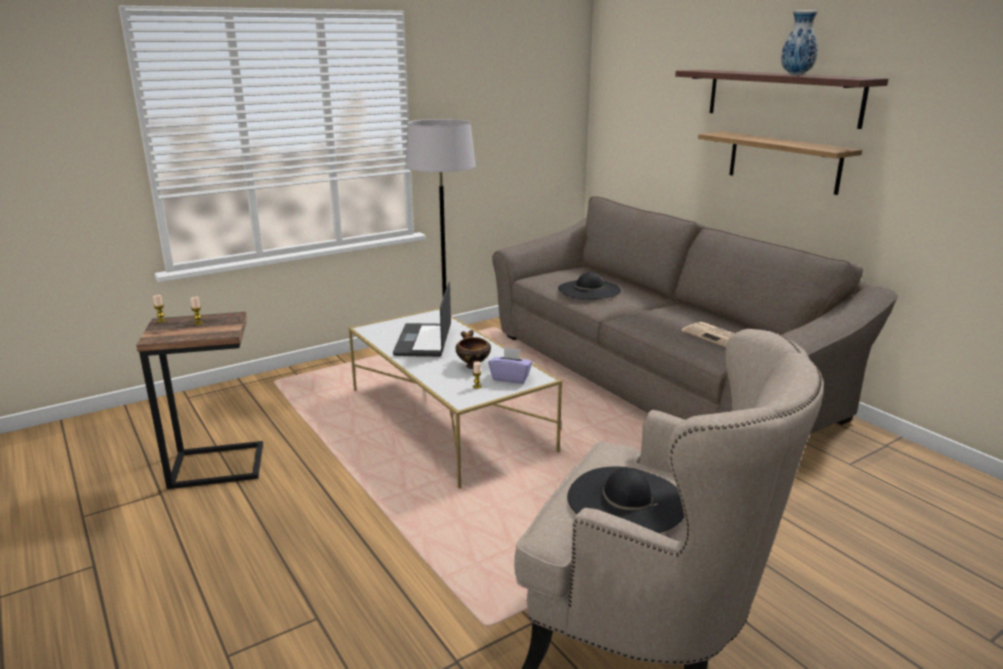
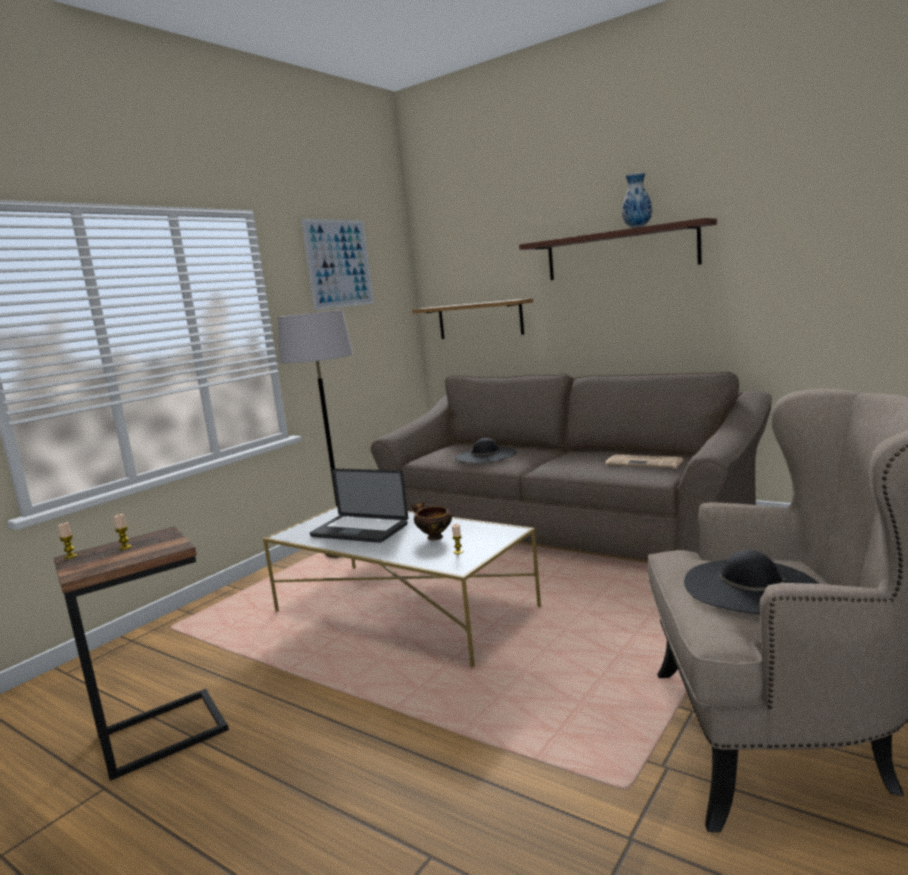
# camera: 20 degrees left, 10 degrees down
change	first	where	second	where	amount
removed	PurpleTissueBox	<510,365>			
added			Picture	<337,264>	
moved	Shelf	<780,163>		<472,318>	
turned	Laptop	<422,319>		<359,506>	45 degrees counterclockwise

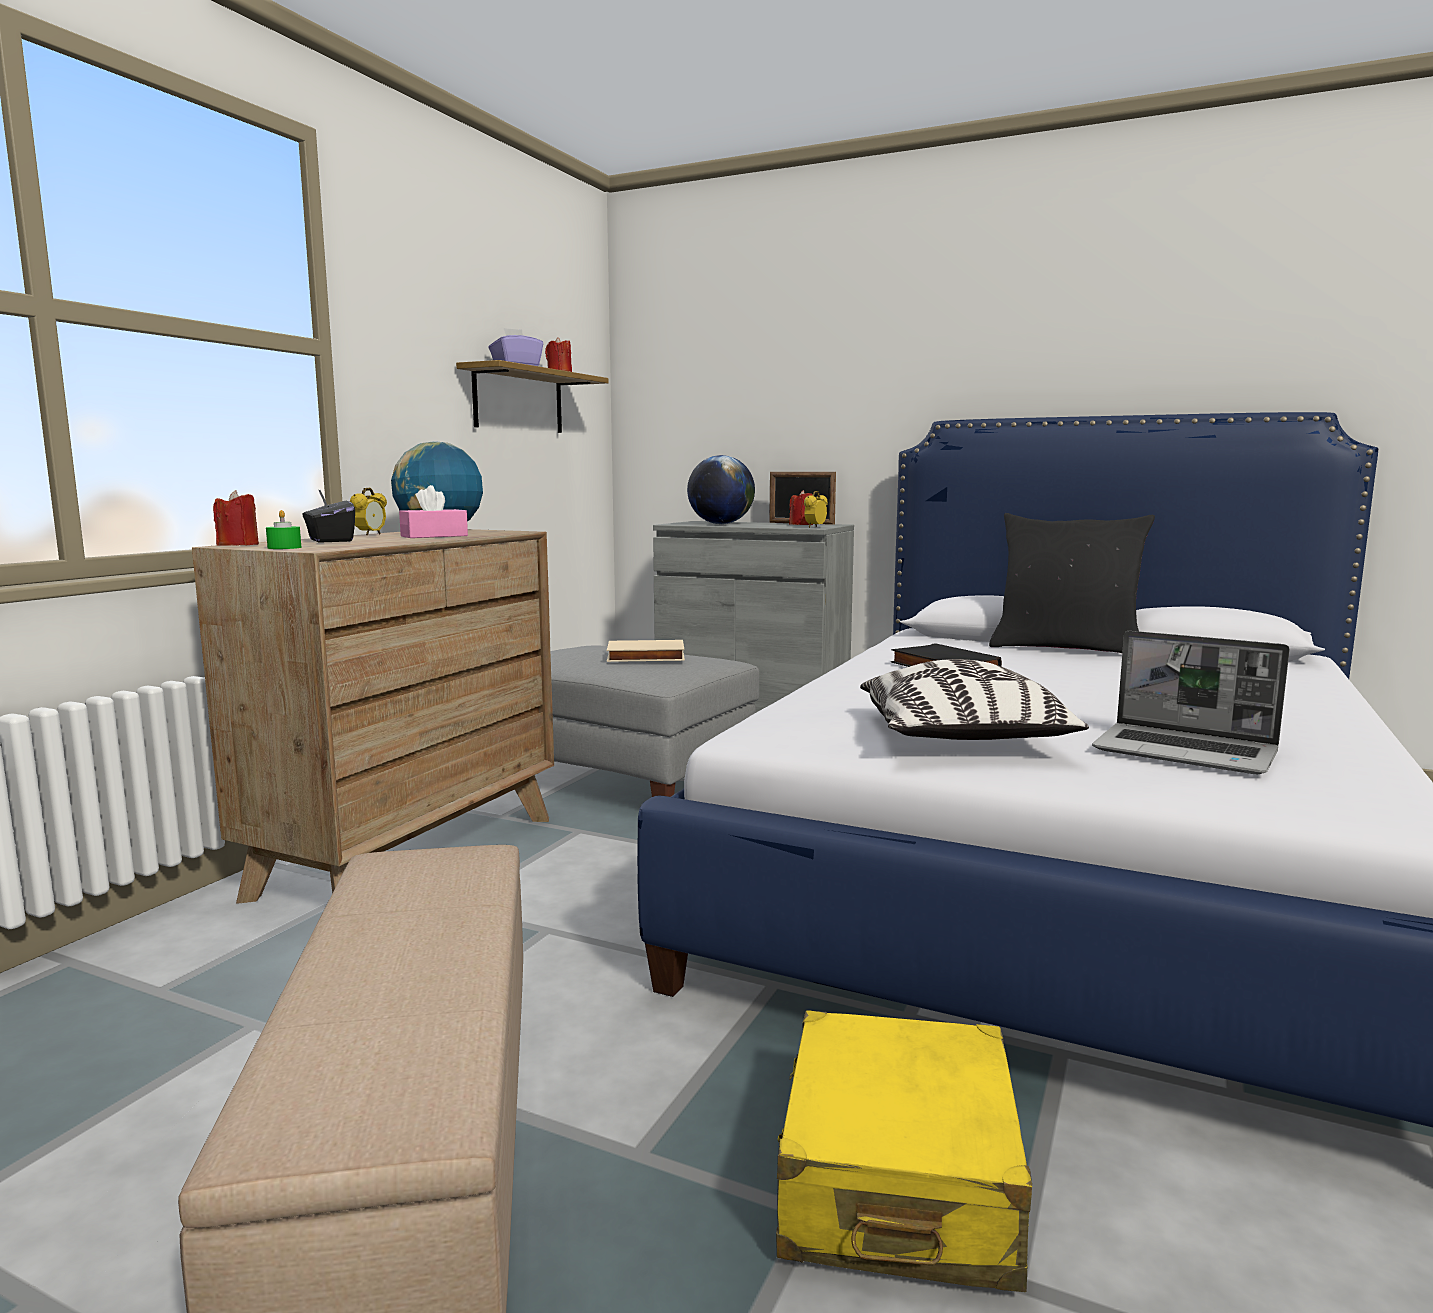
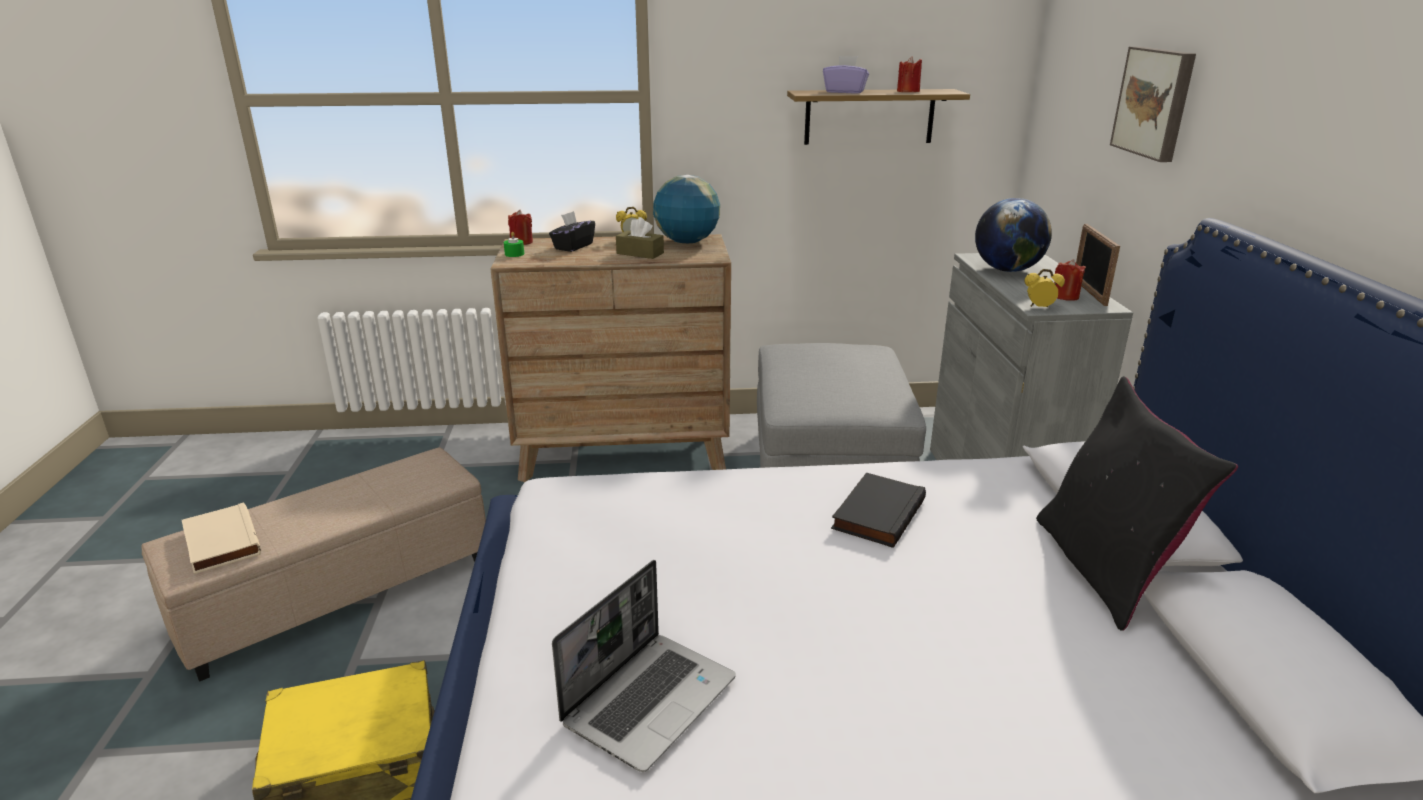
# camera: 60 degrees right, 15 degrees up
change	first	where	second	where	amount
removed	Pillow	<974,699>			
added			Picture	<1153,104>	
moved	BeigeBook	<646,651>		<221,538>	
recoloured	PinkTissueBox	<433,511>	BrownTissueBox	<640,238>	
turned	Laptop	<1191,702>		<644,666>	150 degrees counterclockwise

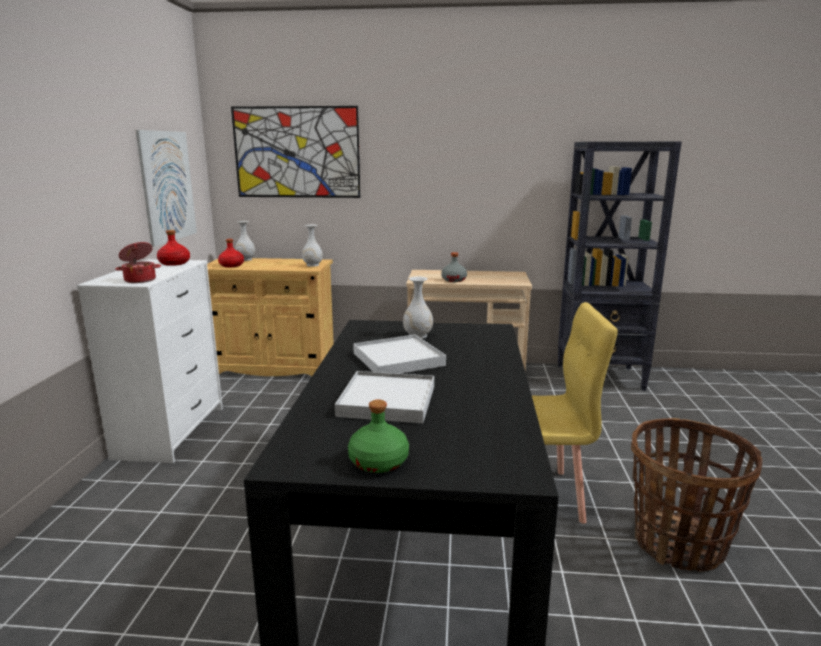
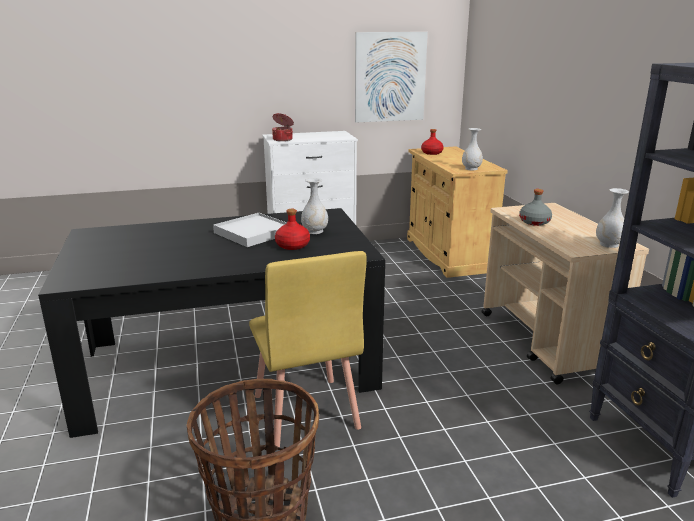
# camera: 70 degrees right, 5 degrees up
change	first	where	second	where	amount
removed	Picture	<295,152>			
removed	WhiteTray	<384,397>			
removed	GreenBottle	<378,436>			
moved	RedBottle	<173,248>		<292,229>	
moved	WhiteVase	<245,241>		<612,218>	

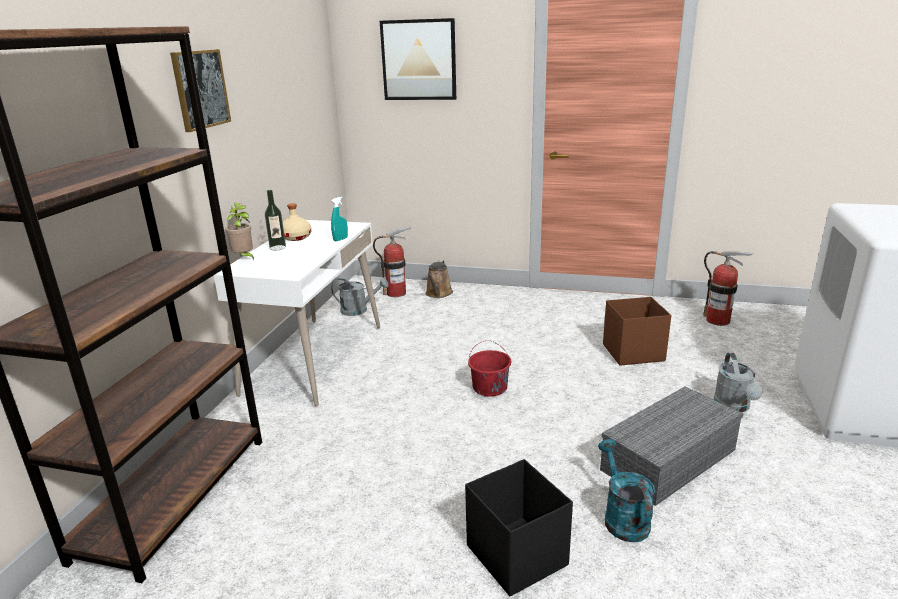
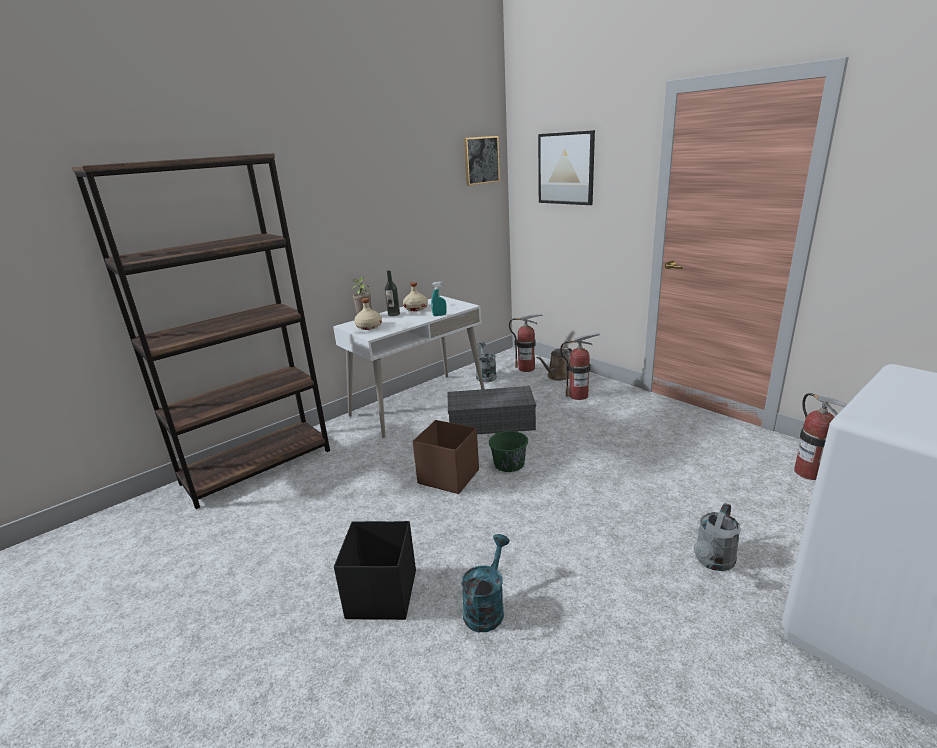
# camera: 35 degrees right, 0 degrees up
change	first	where	second	where	amount
added			BeigeBottle	<368,314>	
added			FireExtinguisher	<580,366>	
moved	Picture	<200,90>		<482,161>	
moved	GreyStorageBox	<671,446>		<492,410>	
moved	BrownStorageBox	<637,331>		<446,457>	
recoloured	RedBucket	<490,368>	GreenBucket	<508,447>	
turned	GreyWateringCan	<360,297>		<486,362>	135 degrees counterclockwise

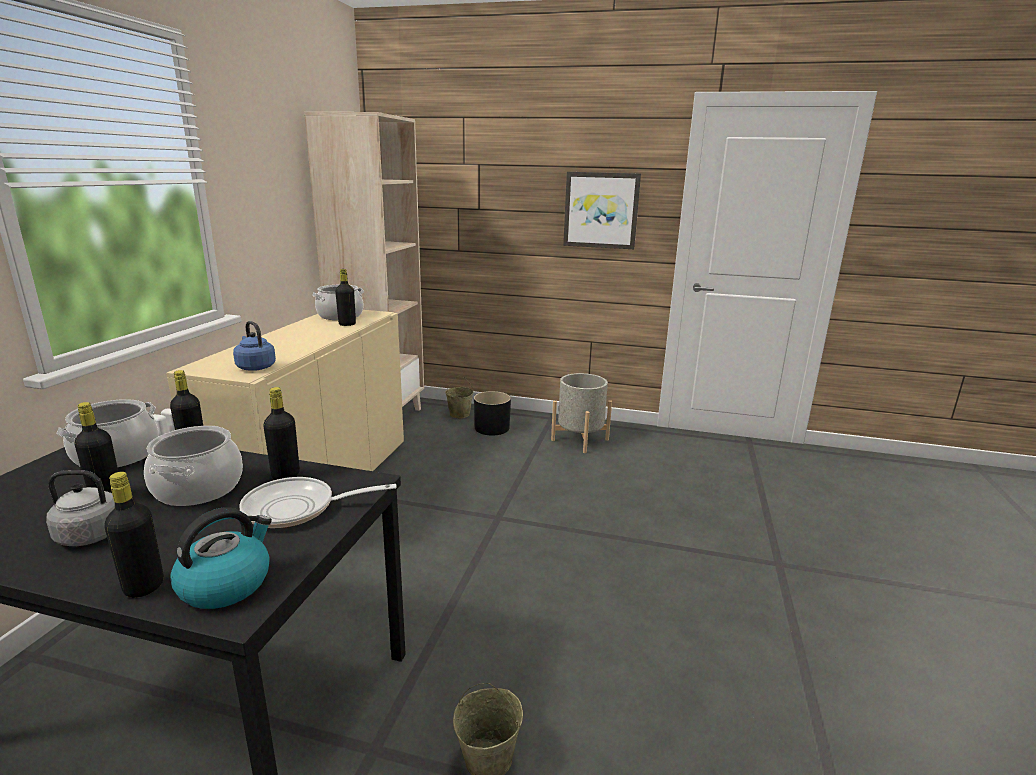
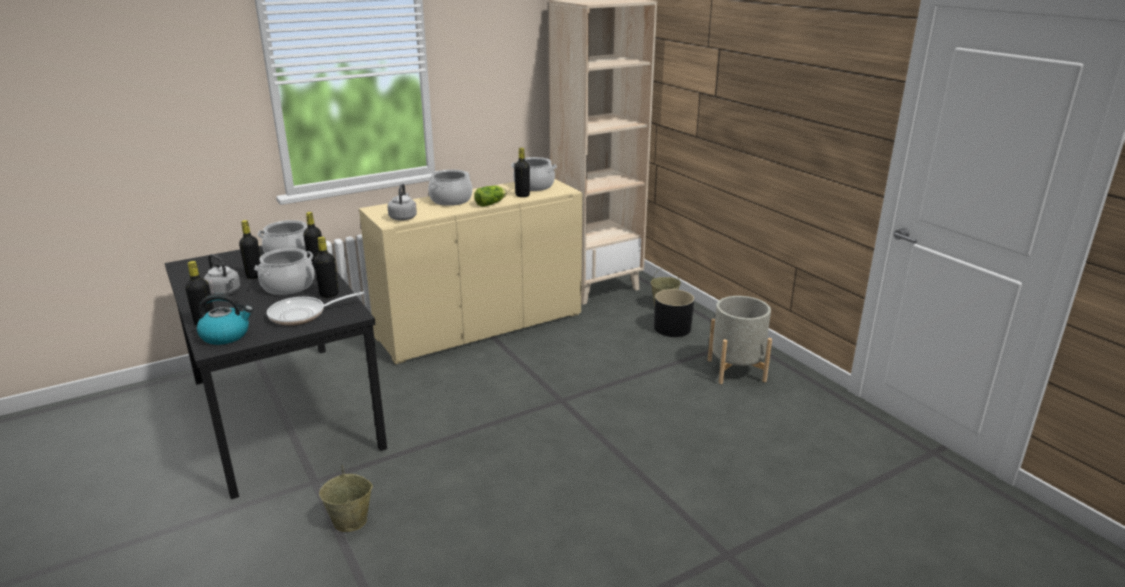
# camera: 45 degrees right, 5 degrees up
change	first	where	second	where	amount
removed	Picture	<602,210>			
added			CookingPot	<450,187>	
added			Lettuce	<490,196>	
recoloured	BlueKettle	<254,346>	GreyKettle	<402,202>	
turned	FryingPan	<317,502>		<315,308>	60 degrees counterclockwise

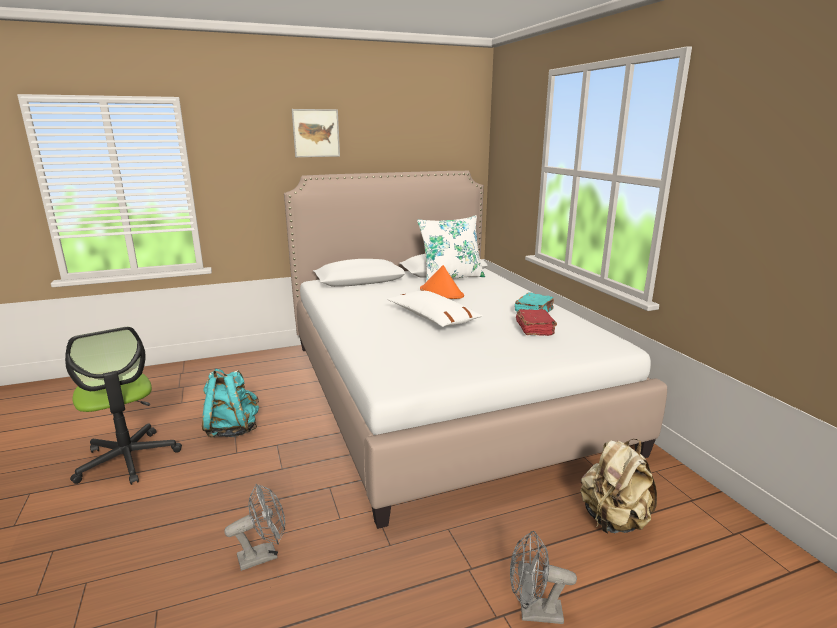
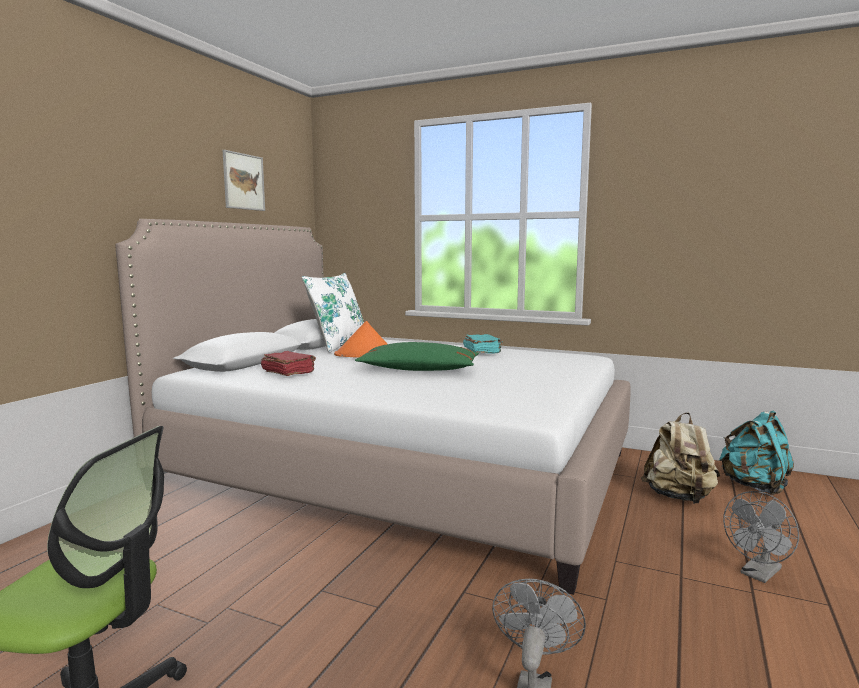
# camera: 45 degrees left, 10 degrees down
change	first	where	second	where	amount
moved	TurquoiseBackpack	<230,403>		<756,453>	
moved	Picture	<316,133>		<244,180>	
moved	RedBook	<536,322>		<288,363>	
recoloured	WhitePillow	<435,308>	GreenPillow	<417,356>	

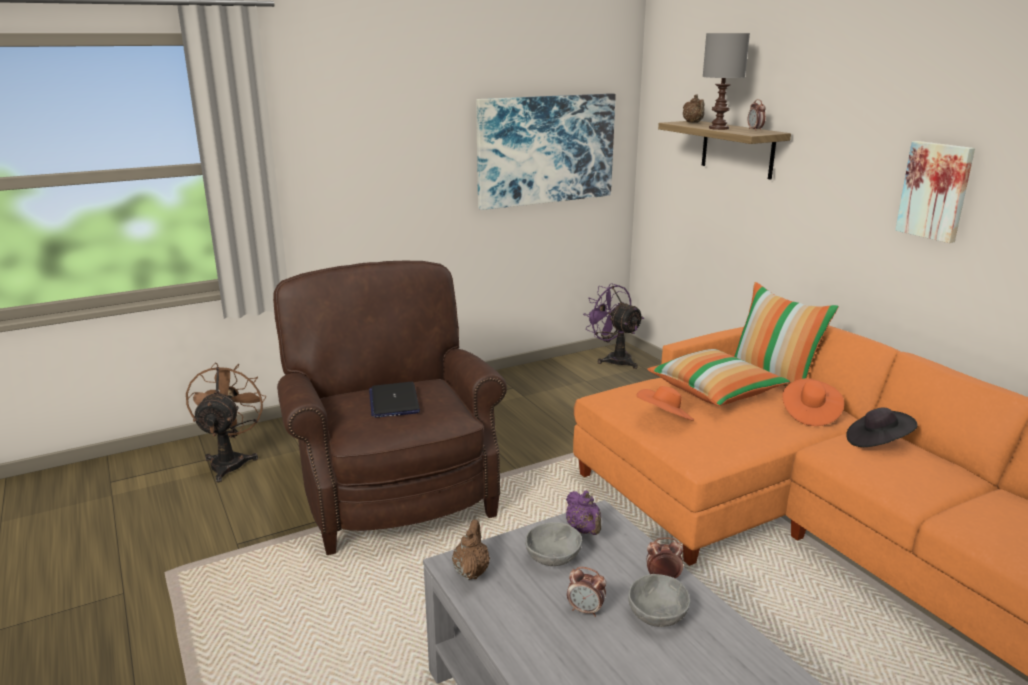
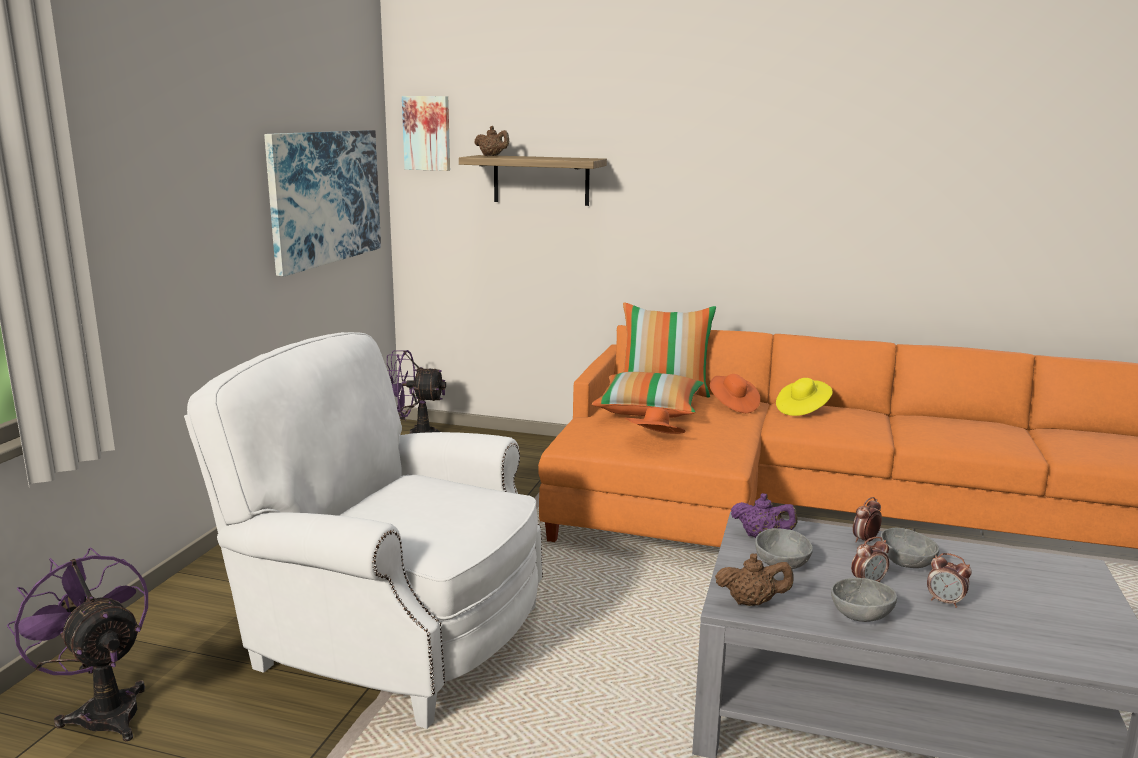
# camera: 45 degrees left, 5 degrees down
change	first	where	second	where	amount
removed	Laptop	<394,400>			
removed	GreyTableLamp	<726,81>			
added			GreyBowl	<864,599>	
moved	AlarmClock	<757,115>		<949,580>	
moved	Picture	<935,192>		<426,133>	
recoloured	BrownFan	<226,423>	PurpleFan	<77,644>	
recoloured	BrownArmchair	<390,408>	WhiteArmchair	<363,530>	
recoloured	BlackHat	<882,427>	YellowHat	<804,397>	
turned	BrownTeapot	<471,549>		<754,580>	135 degrees clockwise

